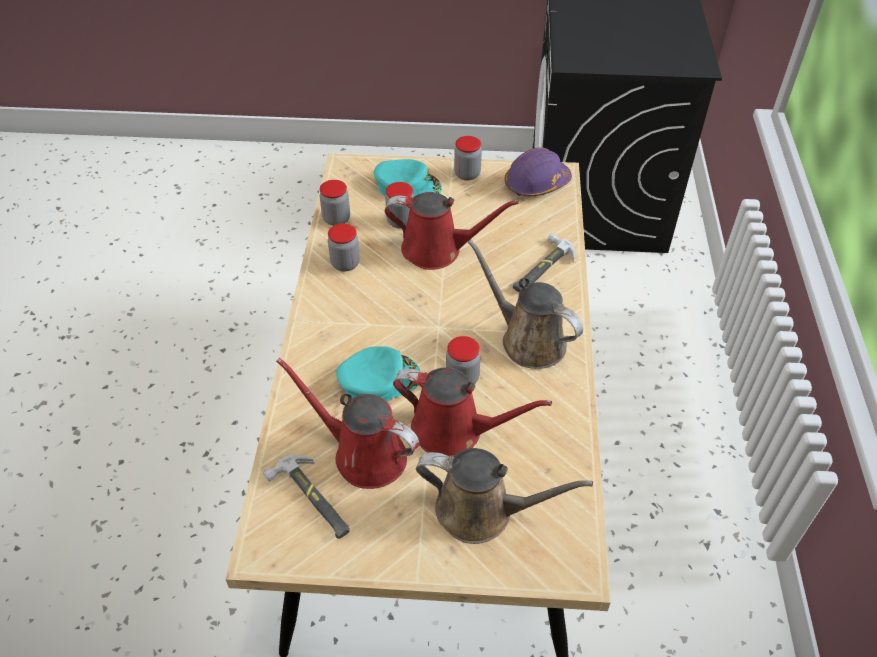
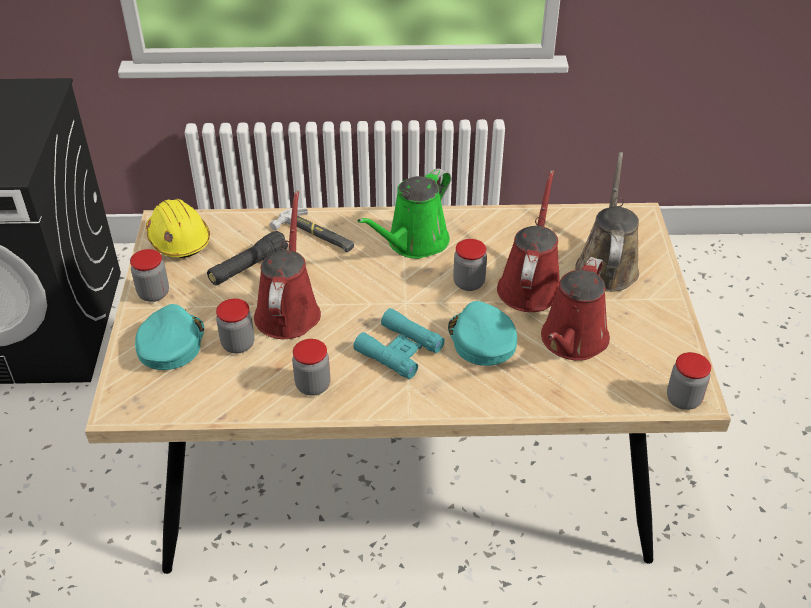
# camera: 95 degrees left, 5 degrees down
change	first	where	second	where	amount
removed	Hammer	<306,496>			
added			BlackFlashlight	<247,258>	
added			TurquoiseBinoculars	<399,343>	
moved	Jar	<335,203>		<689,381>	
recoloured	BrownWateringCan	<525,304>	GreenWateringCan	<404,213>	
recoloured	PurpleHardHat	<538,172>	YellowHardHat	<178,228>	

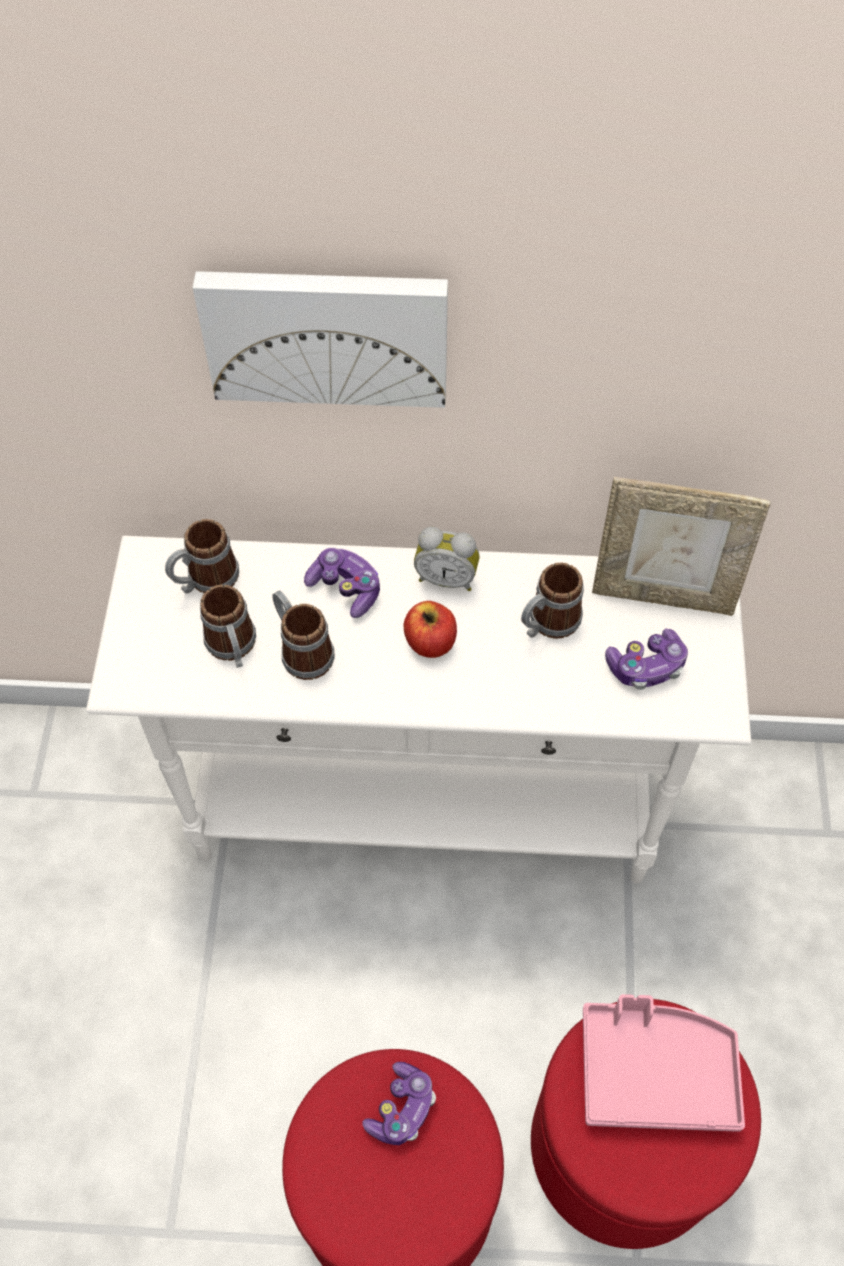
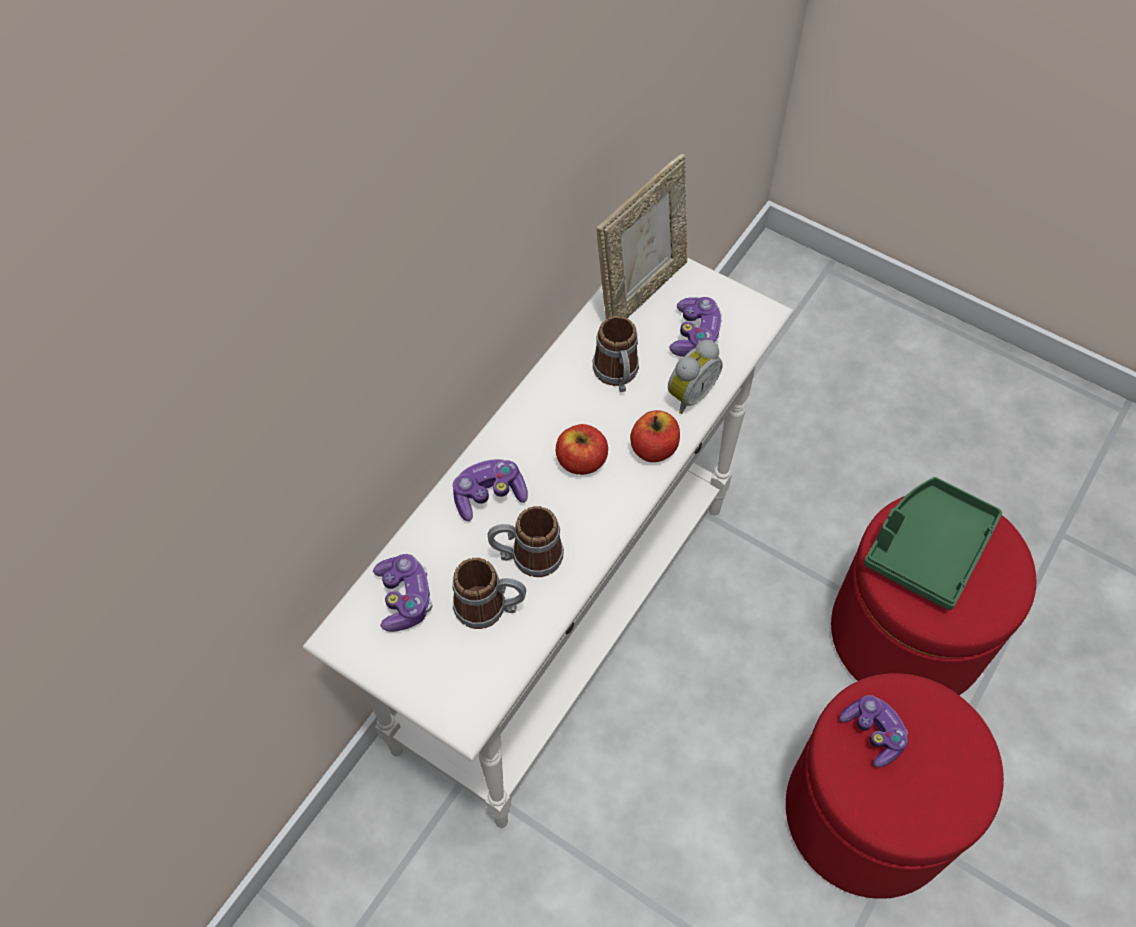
# camera: 60 degrees left, 0 degrees up
change	first	where	second	where	amount
removed	Picture	<320,339>			
added			Apple	<655,436>	
moved	AlarmClock	<446,559>		<695,377>	
replaced	Mug	<202,556>	GameController	<402,593>	
recoloured	PinkTray	<664,1063>	GreenTray	<933,543>	

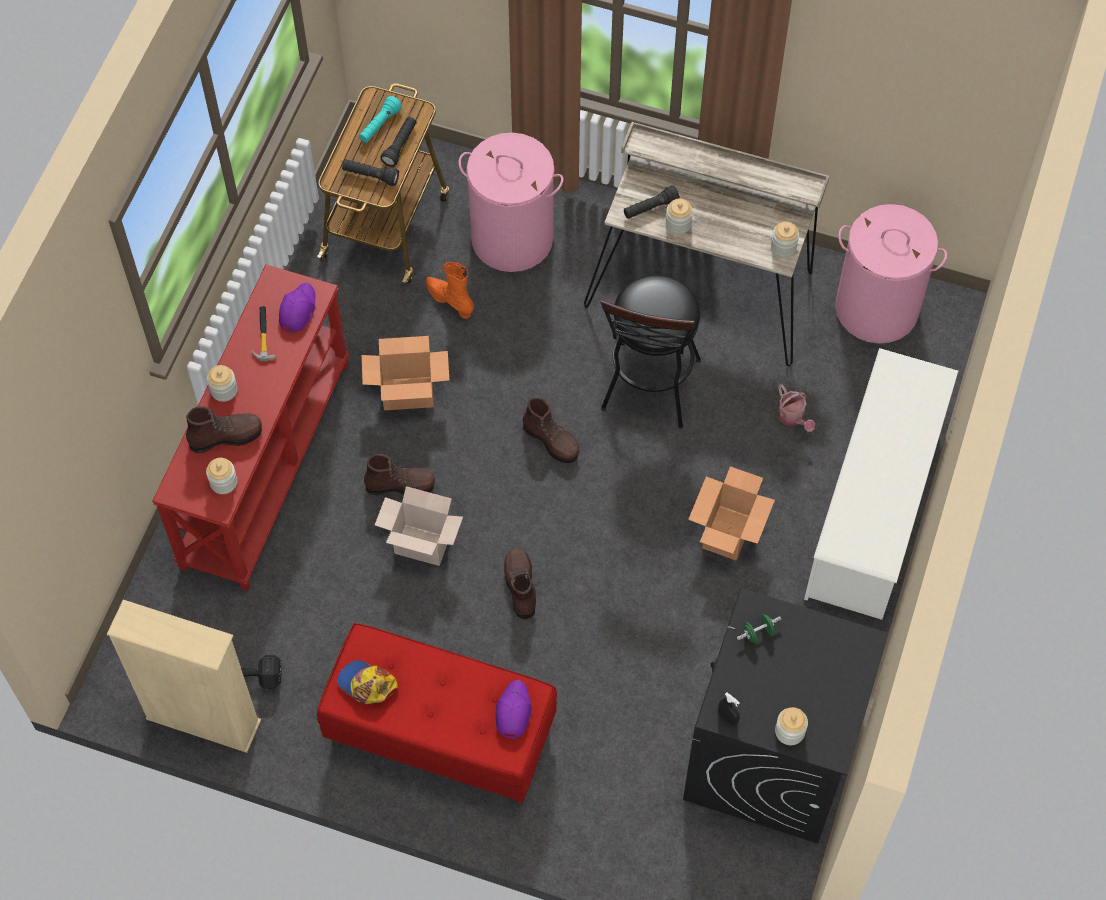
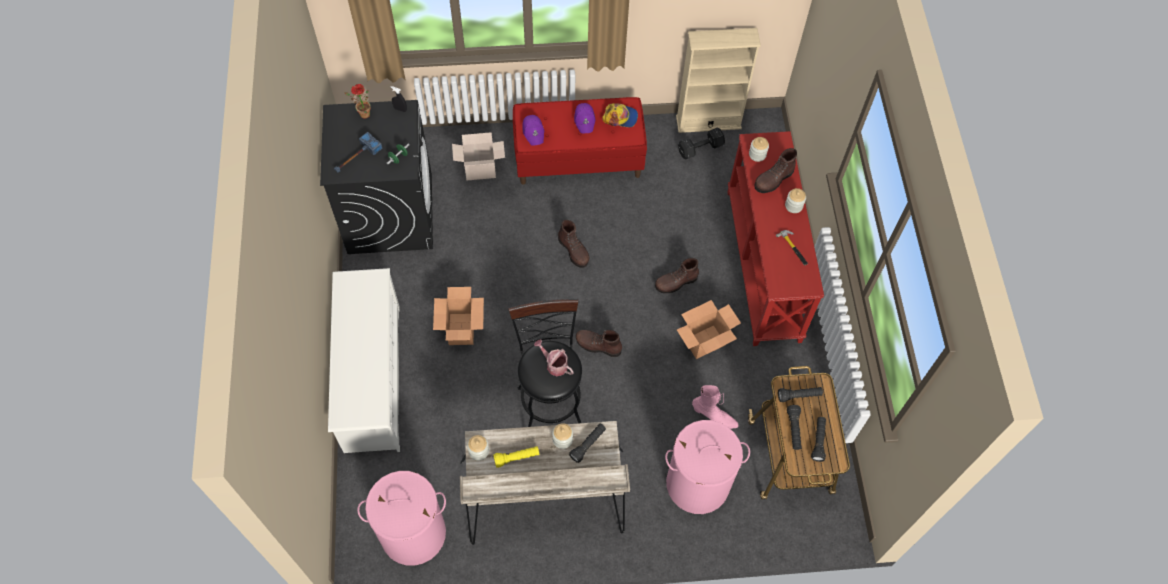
# camera: 155 degrees right, 0 degrees up
change	first	where	second	where	amount
added			Hammer	<358,152>	
added			YellowFlashlight	<516,457>	
moved	PurpleCap	<297,308>		<585,118>	
moved	CardboardBox	<419,526>		<478,156>	
moved	WateringCan	<796,408>		<554,357>	
replaced	Jar	<791,726>	PottedPlant	<357,101>	
recoloured	TurquoiseFlashlight	<380,119>	BlackFlashlight	<818,439>	
recoloured	OrangeBoot	<450,290>	PinkBoot	<715,407>	

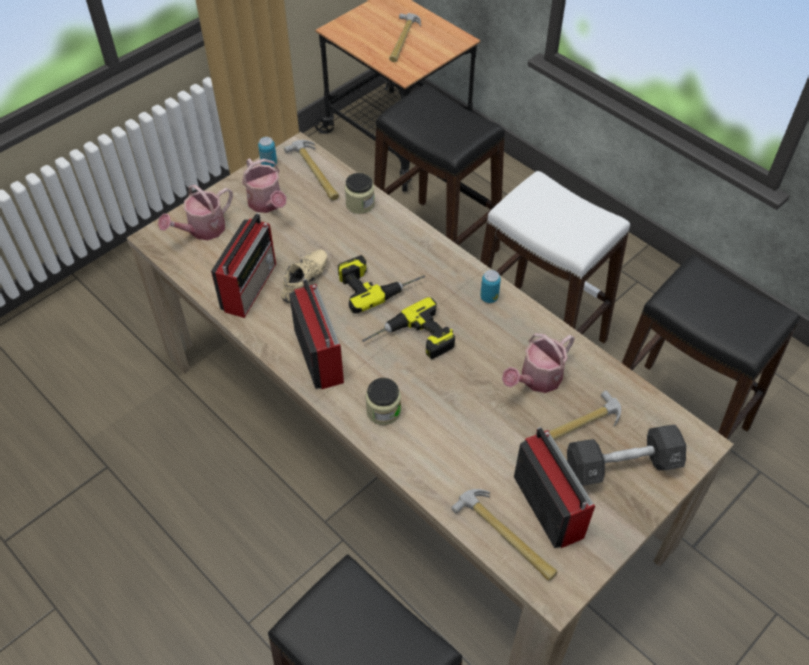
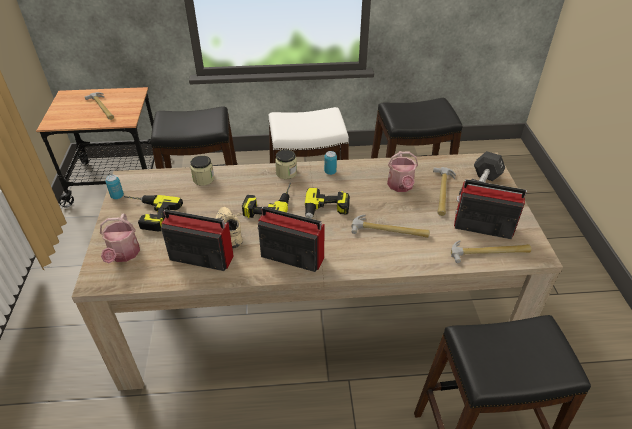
# camera: 50 degrees left, 10 degrees down
change	first	where	second	where	amount
moved	Hammer	<311,170>		<391,226>	
moved	Jar	<383,401>		<286,164>	
replaced	WateringCan	<264,185>	PowerDrill	<153,213>	
turned	Radio	<243,265>		<197,240>	45 degrees counterclockwise

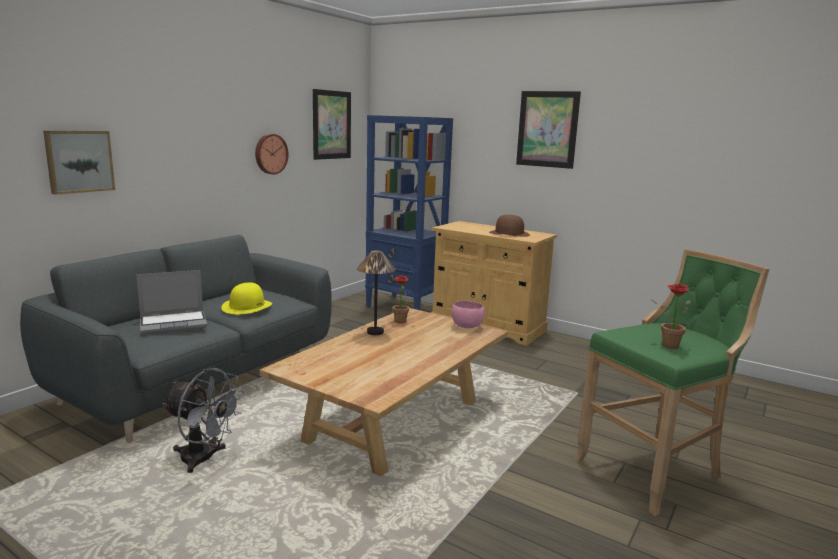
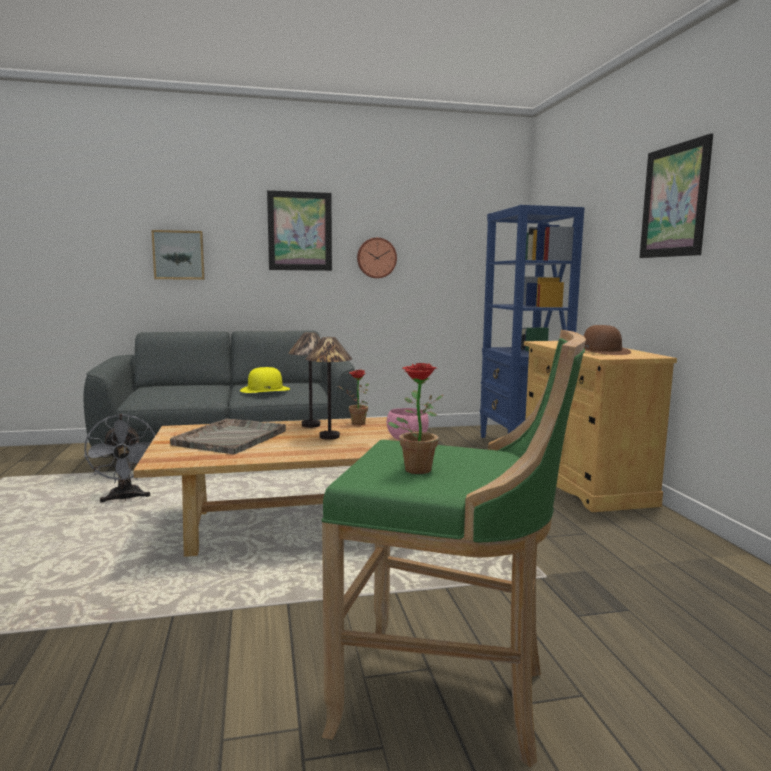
# camera: 45 degrees right, 5 degrees down
change	first	where	second	where	amount
removed	Laptop	<171,302>			
added			GreyTray	<228,436>	
added			TableLamp	<329,388>	
moved	Picture	<332,124>		<299,230>	

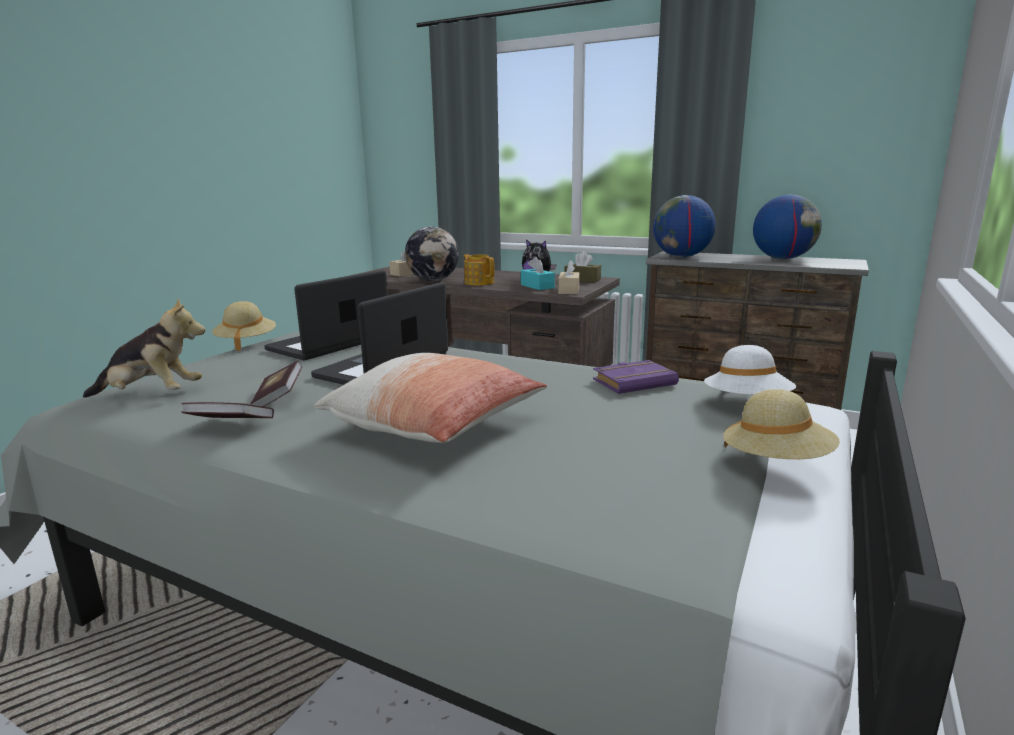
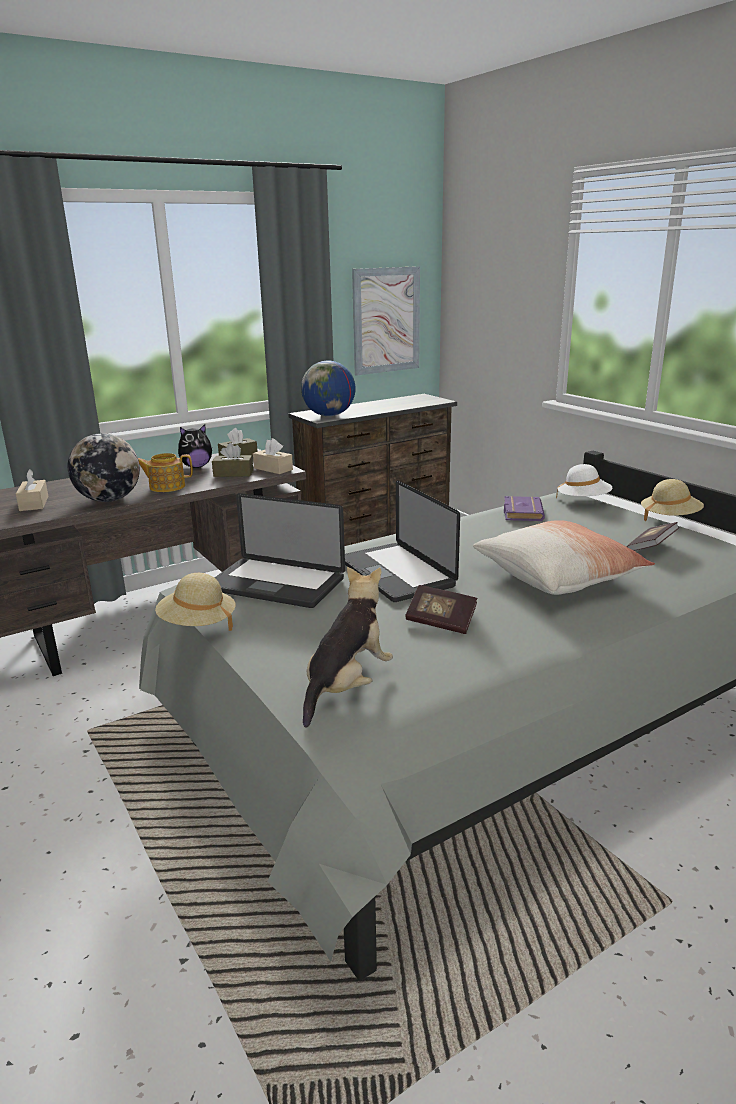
# camera: 60 degrees left, 5 degrees up
change	first	where	second	where	amount
removed	Globe	<787,227>			
added			Picture	<386,321>	
moved	Book	<227,410>		<653,536>	
recoloured	TurquoiseTissueBox	<538,273>	BrownTissueBox	<232,460>	
turned	Laptop	<326,315>		<279,550>	45 degrees counterclockwise

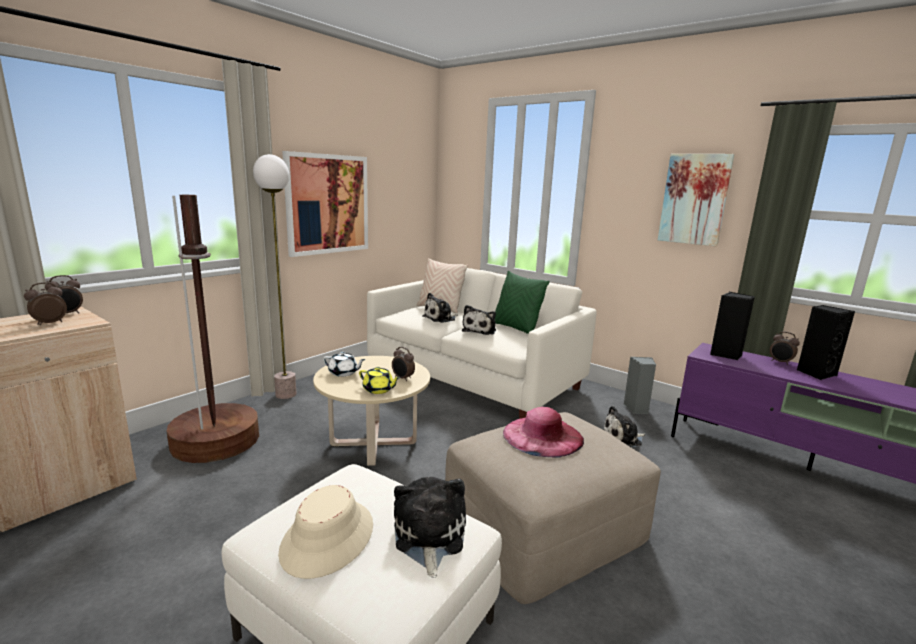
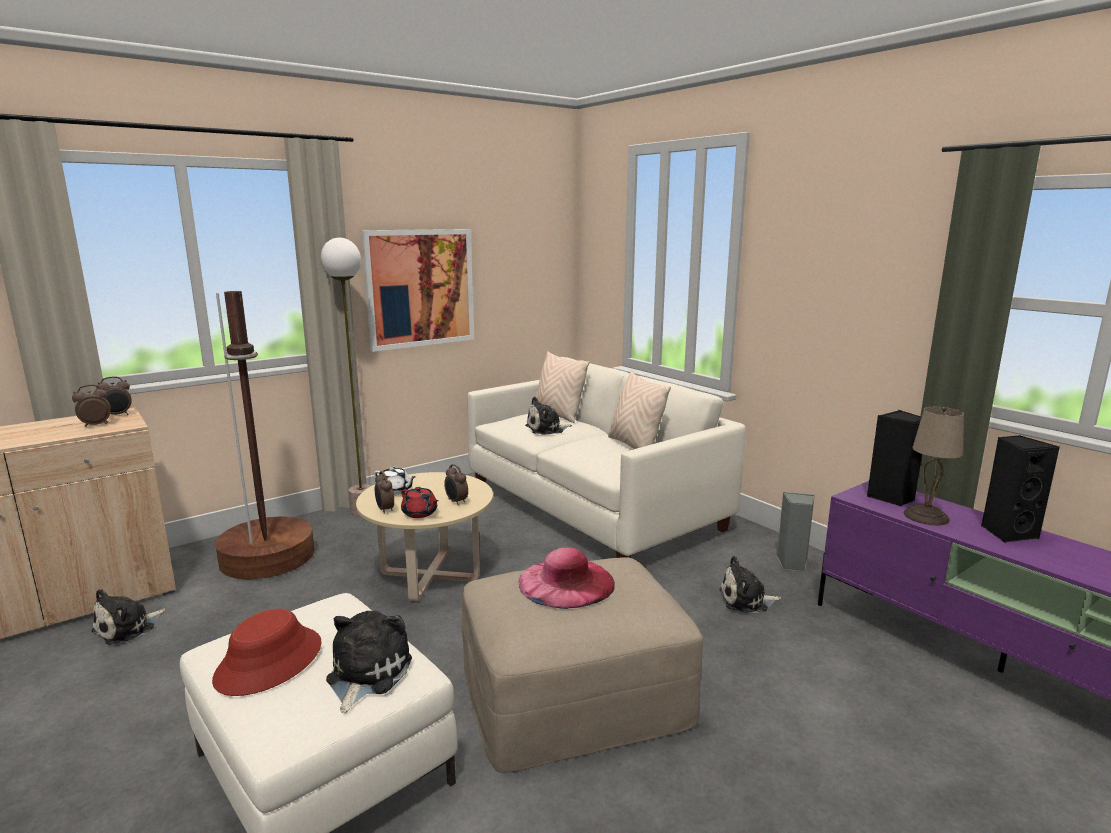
# camera: 15 degrees right, 0 degrees up
change	first	where	second	where	amount
removed	Picture	<696,200>			
added			BeigeTableLamp	<933,466>	
moved	PlushToy	<479,320>		<128,617>	
moved	AlarmClock	<785,348>		<384,492>	
recoloured	BeigeHat	<325,532>	RedHat	<267,652>	
recoloured	YellowTeapot	<380,380>	RedTeapot	<420,502>	
recoloured	GreenPillow	<522,302>	BeigePillow	<639,410>	

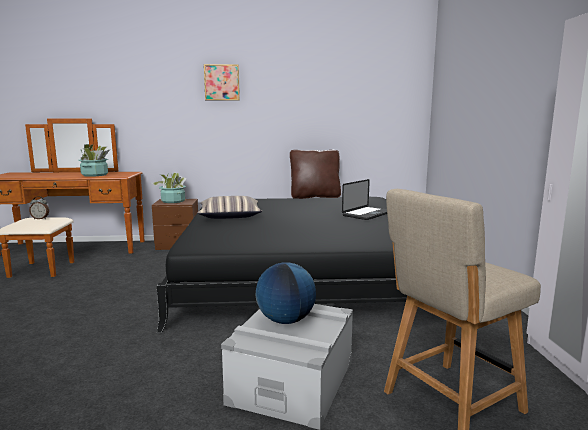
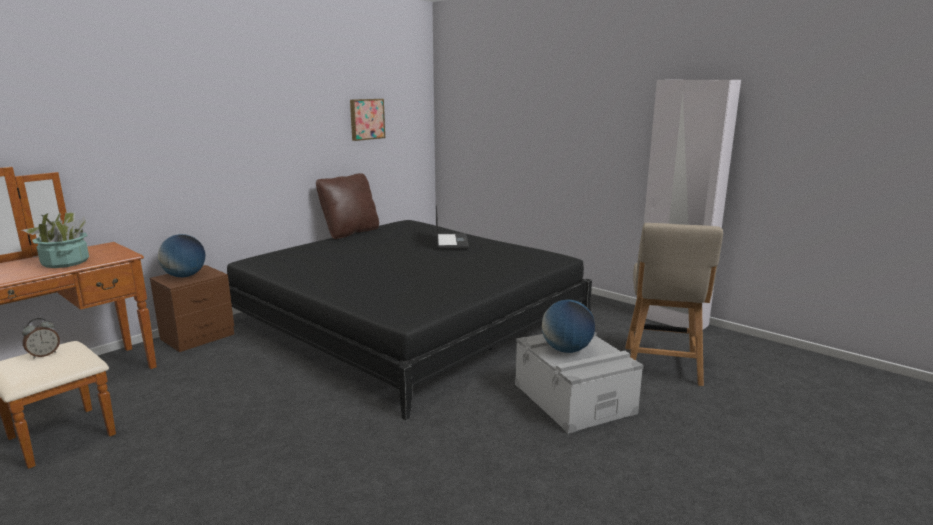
# camera: 45 degrees left, 5 degrees up
change	first	where	second	where	amount
removed	Pillow	<230,207>			
moved	Picture	<222,82>		<367,120>	
replaced	PottedPlant	<169,188>	Globe	<181,255>	

